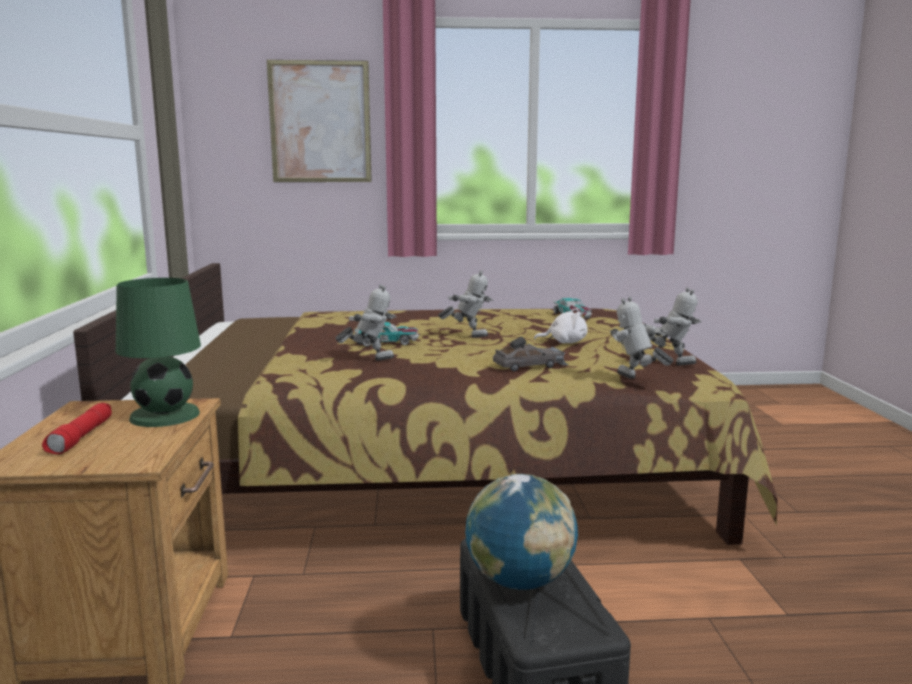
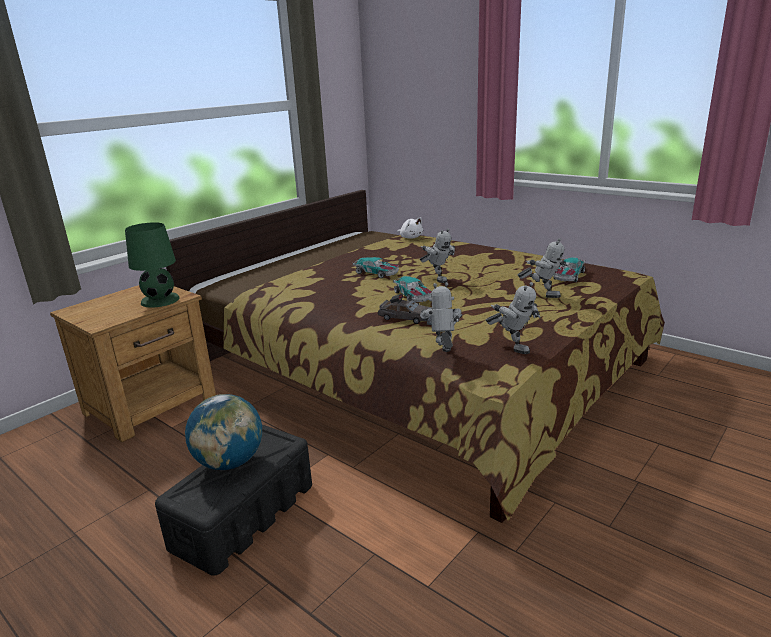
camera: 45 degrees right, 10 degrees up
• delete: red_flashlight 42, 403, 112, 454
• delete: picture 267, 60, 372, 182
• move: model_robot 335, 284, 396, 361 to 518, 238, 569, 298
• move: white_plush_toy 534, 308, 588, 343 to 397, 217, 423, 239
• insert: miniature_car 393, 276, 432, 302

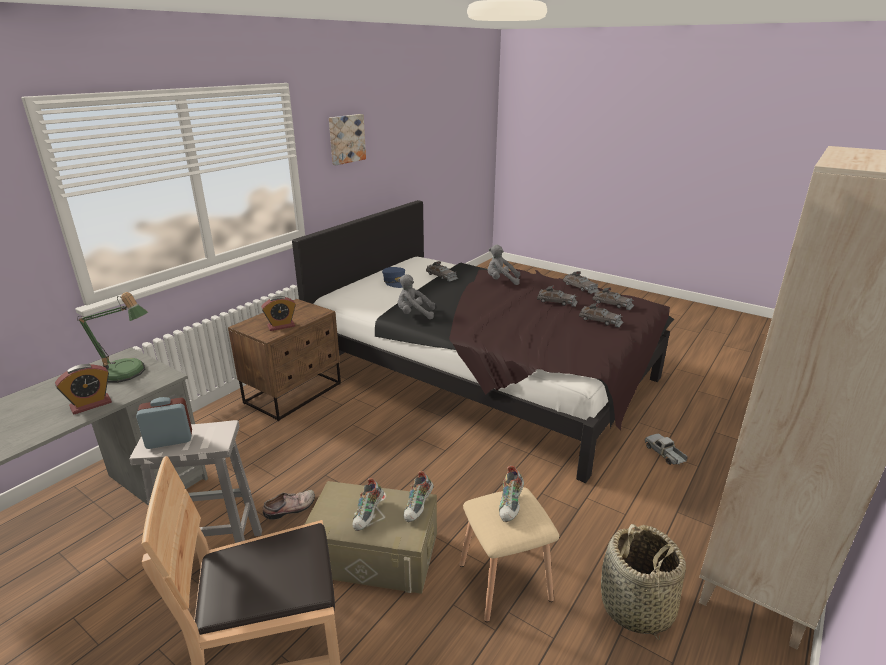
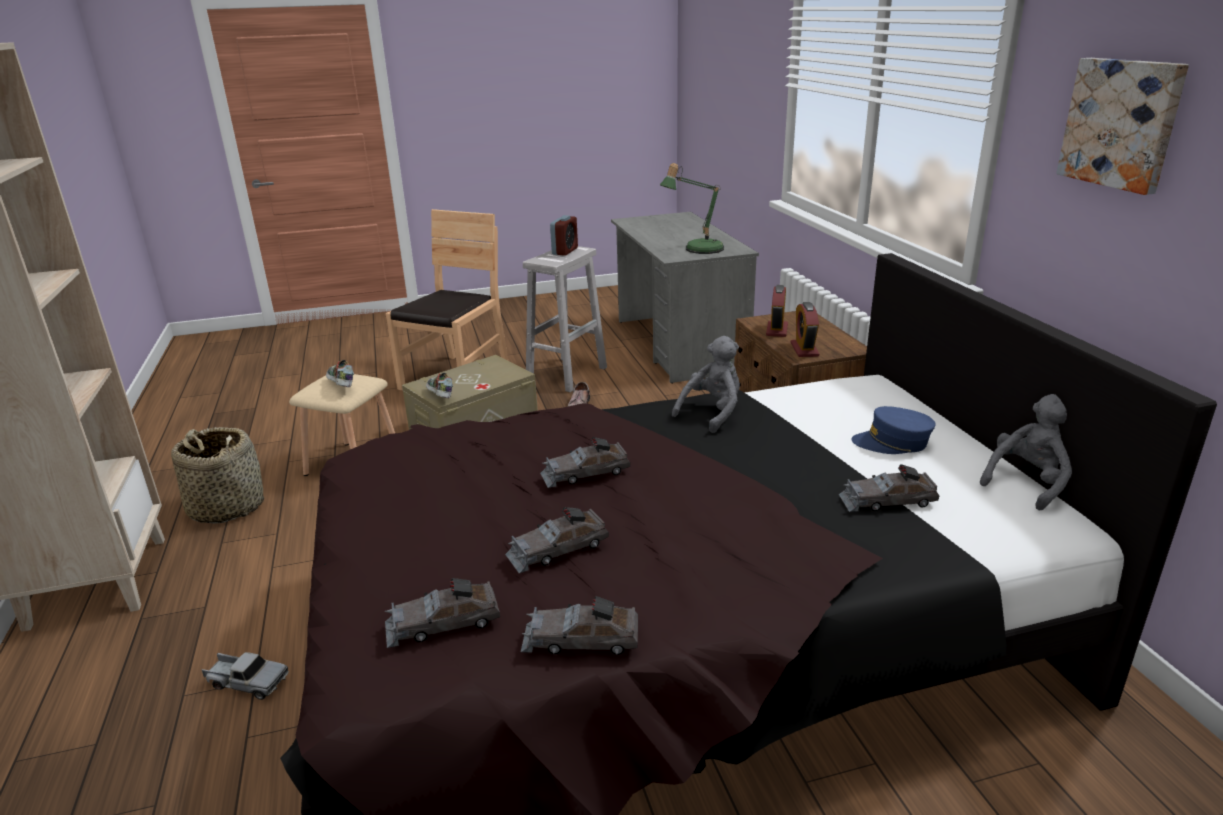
camera: 130 degrees right, 0 degrees up
• move: table_clock 55, 364, 112, 414 to 791, 302, 819, 357
• delete: item_of_footwear 353, 478, 384, 531
• move: gray_plush_toy 488, 245, 520, 285 to 980, 394, 1072, 511
• move: gray_miniature_car 579, 303, 623, 328 to 540, 437, 630, 488

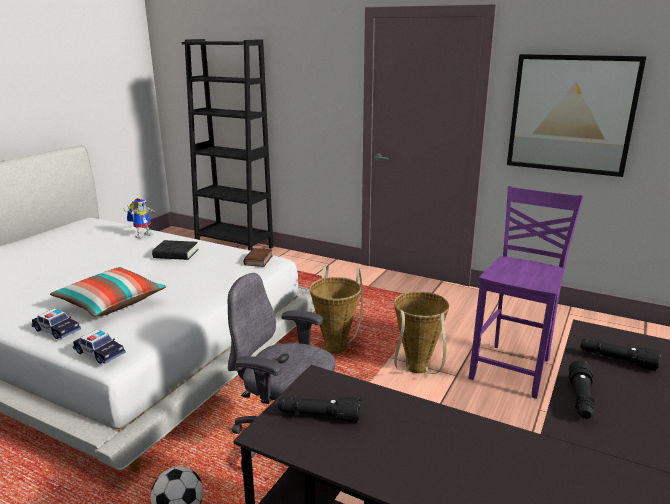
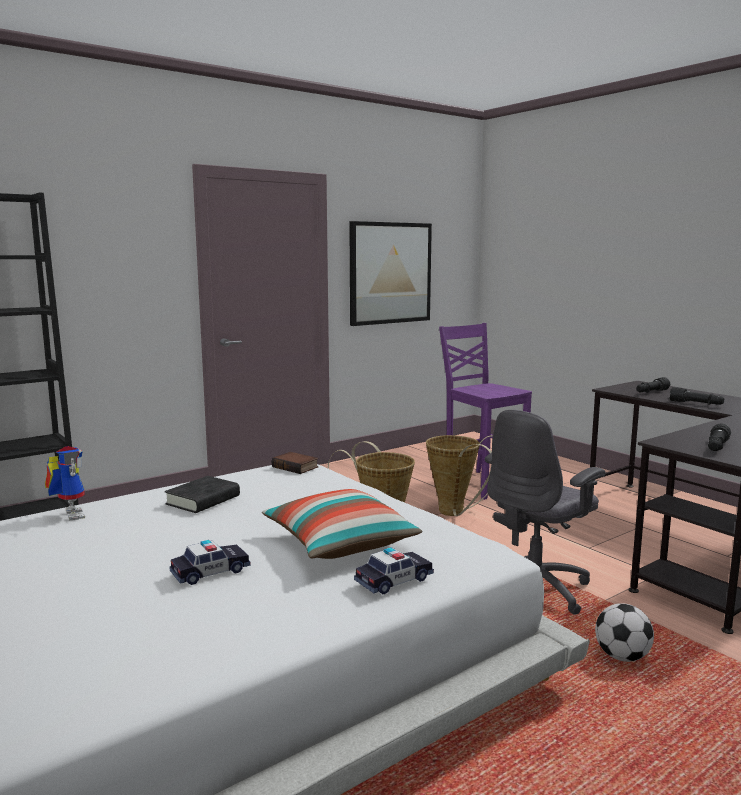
camera: 65 degrees left, 10 degrees down
• move: miniature_car 73, 330, 126, 364 to 169, 540, 251, 585

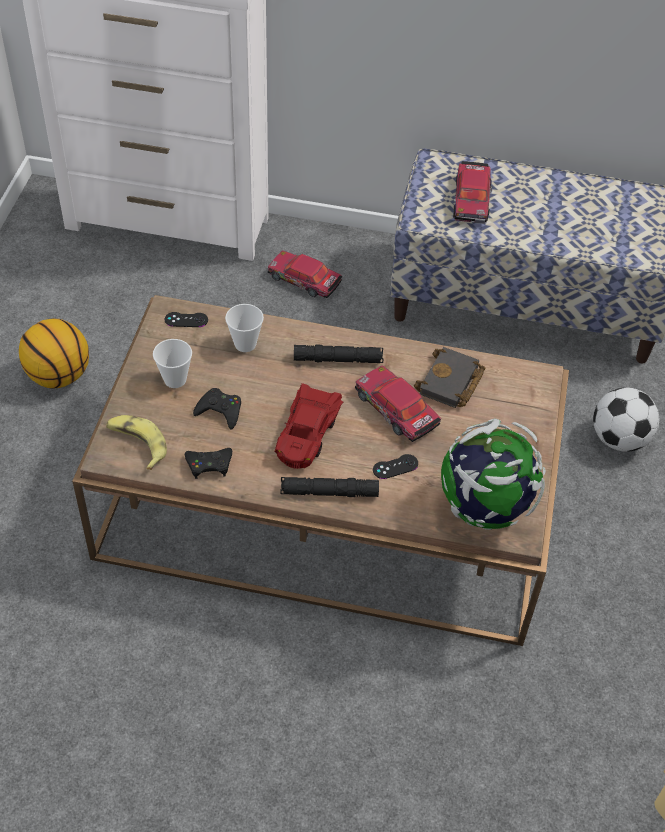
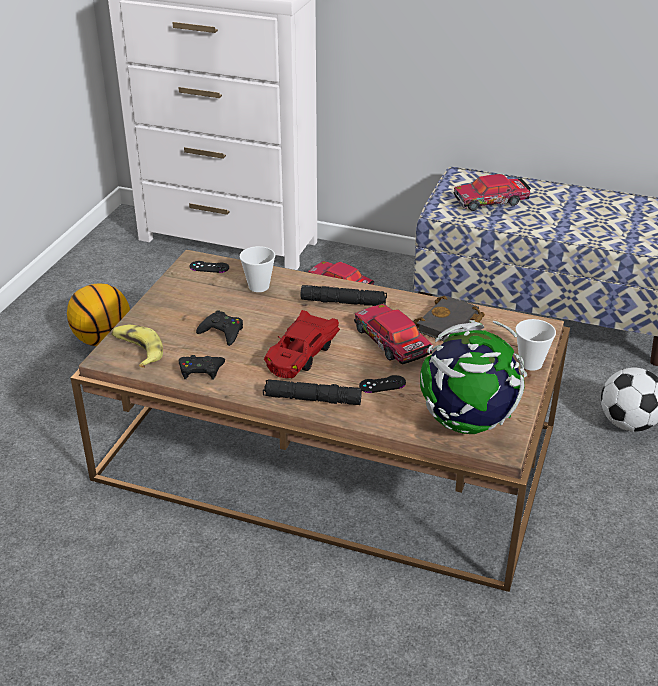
camera: 10 degrees right, 15 degrees down
• move: small_cup 153, 339, 192, 388 to 516, 319, 556, 371
• rotate: miniature_car 453, 161, 492, 224 = 454, 174, 531, 211 60 degrees clockwise

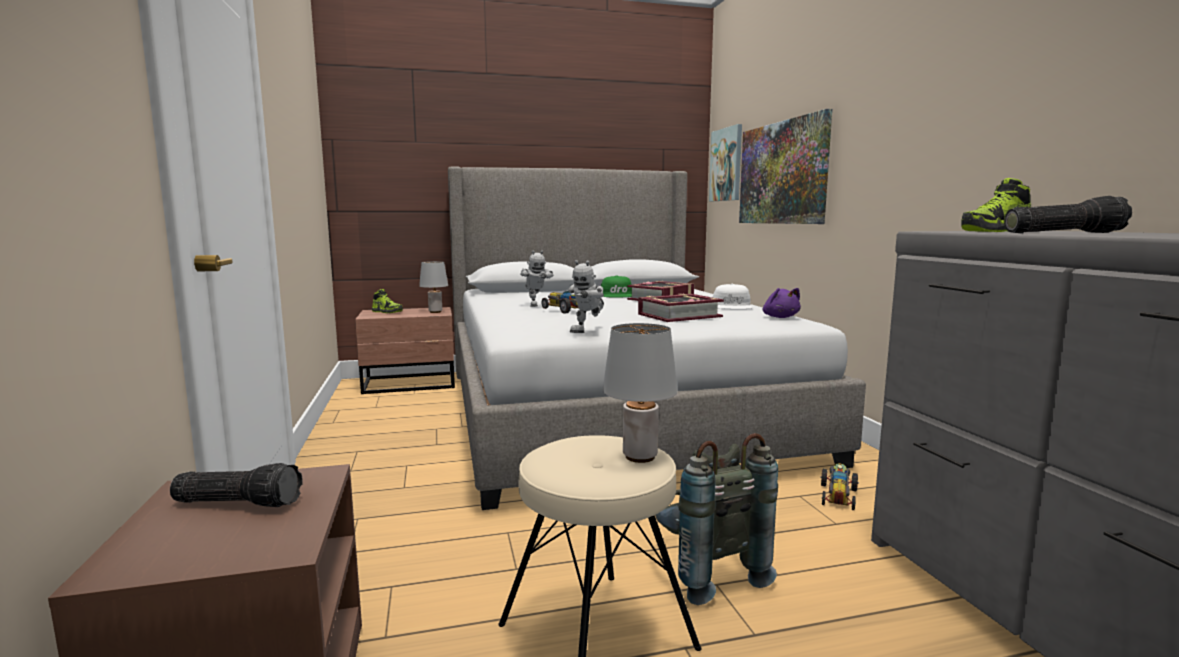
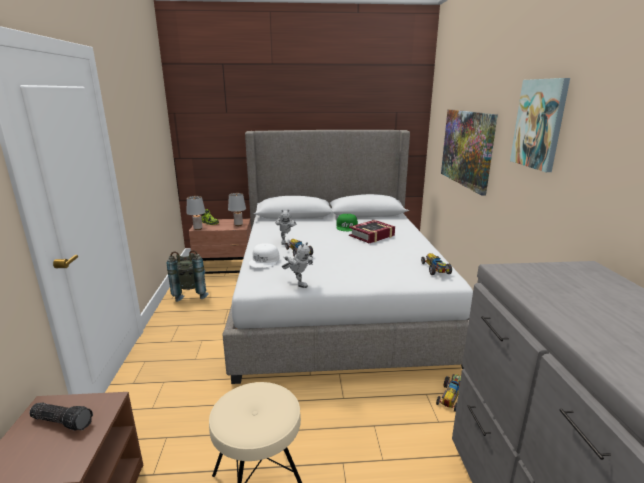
camera: 10 degrees right, 10 degrees up
• rotate: model_robot 568, 260, 604, 333 = 282, 242, 313, 288 90 degrees counterclockwise
• move: gray_lamp_for_a_table 603, 323, 678, 463 to 187, 196, 205, 230
• delete: bound_book 638, 294, 724, 322
• move: gray_backpack 655, 433, 778, 605 to 167, 250, 209, 302
• move: picture 709, 124, 742, 201 to 510, 78, 570, 172
• move: white_baseball_cap 713, 284, 753, 309 to 249, 243, 280, 268
• replace: purplish_plush_toy 763, 288, 801, 318 to miniature_car 421, 253, 452, 275
• delete: item_of_footwear 961, 178, 1031, 232
• delete: flashlight 1004, 196, 1132, 233

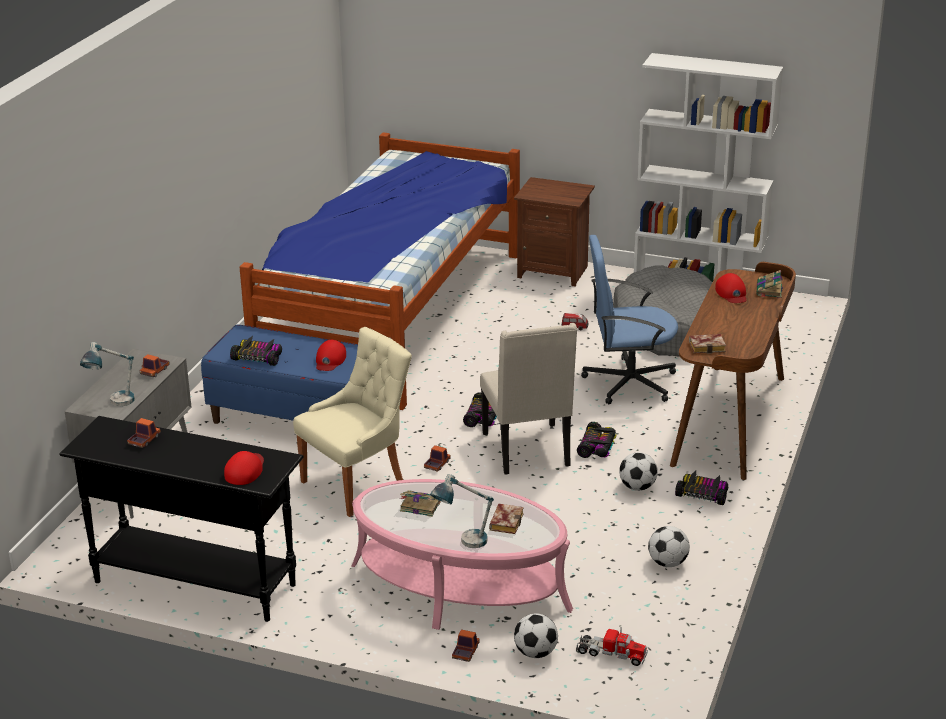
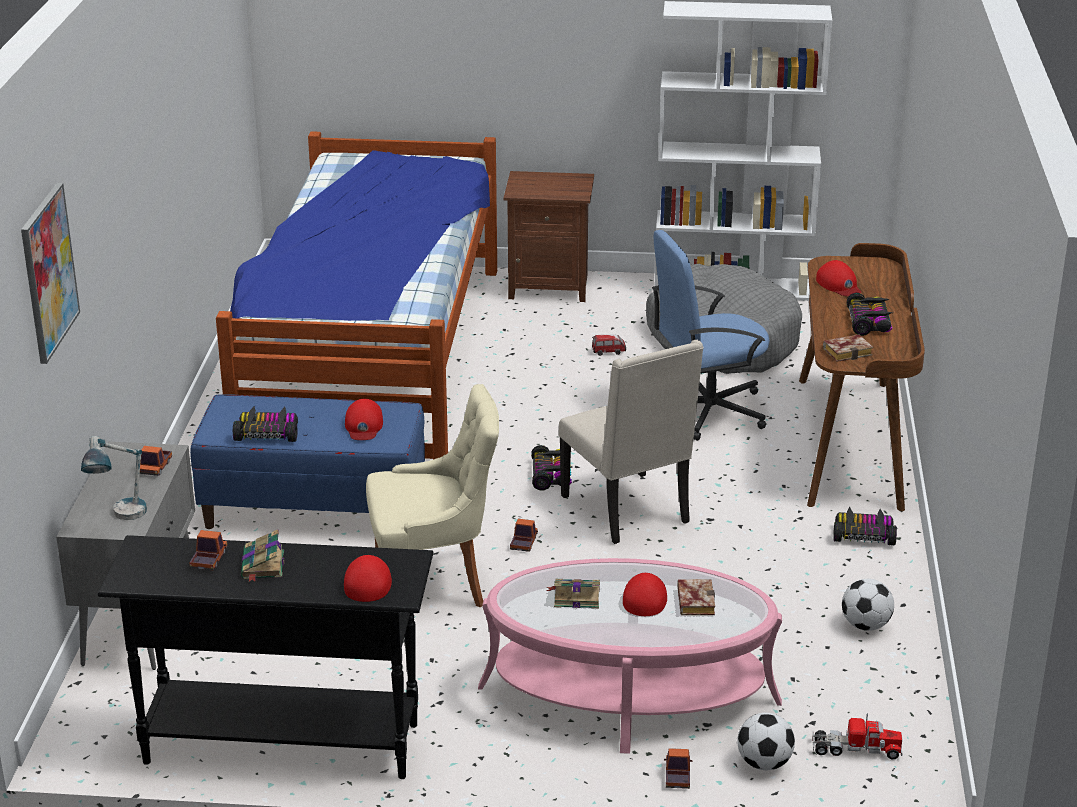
camera: 15 degrees left, 0 degrees up
• rotate: beige_upright_chair 293, 327, 412, 517 = 366, 384, 499, 607 45 degrees clockwise
• delete: lamp_for_a_table 430, 474, 494, 548
• move: miniature_car 577, 422, 617, 458 to 847, 293, 893, 336
• delete: football_ball 619, 452, 658, 491
• move: bound_book 757, 270, 783, 298 to 241, 529, 284, 582
• insert: picture 21, 183, 80, 364
• insert: red_baseball_cap 623, 573, 667, 616

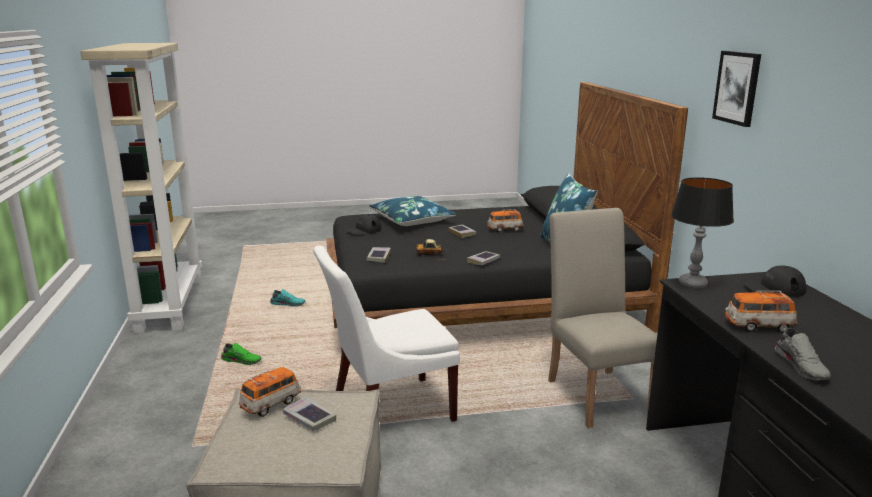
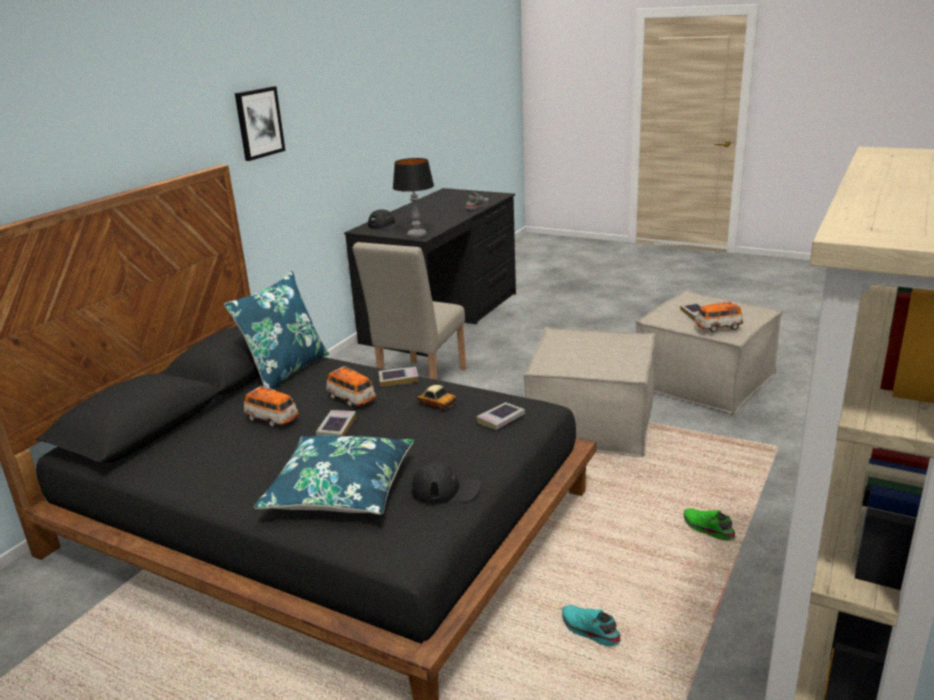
camera: 140 degrees left, 5 degrees up
• replace: white_upright_chair 313, 245, 460, 422 to beige_pouffe 523, 327, 655, 457
• move: miniature_car 725, 291, 797, 333 to 327, 366, 376, 407

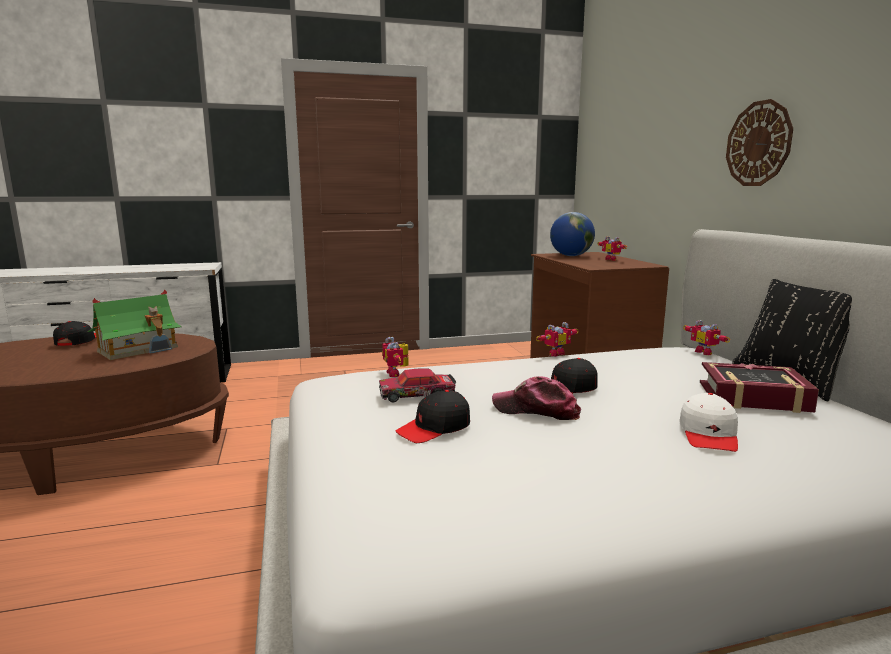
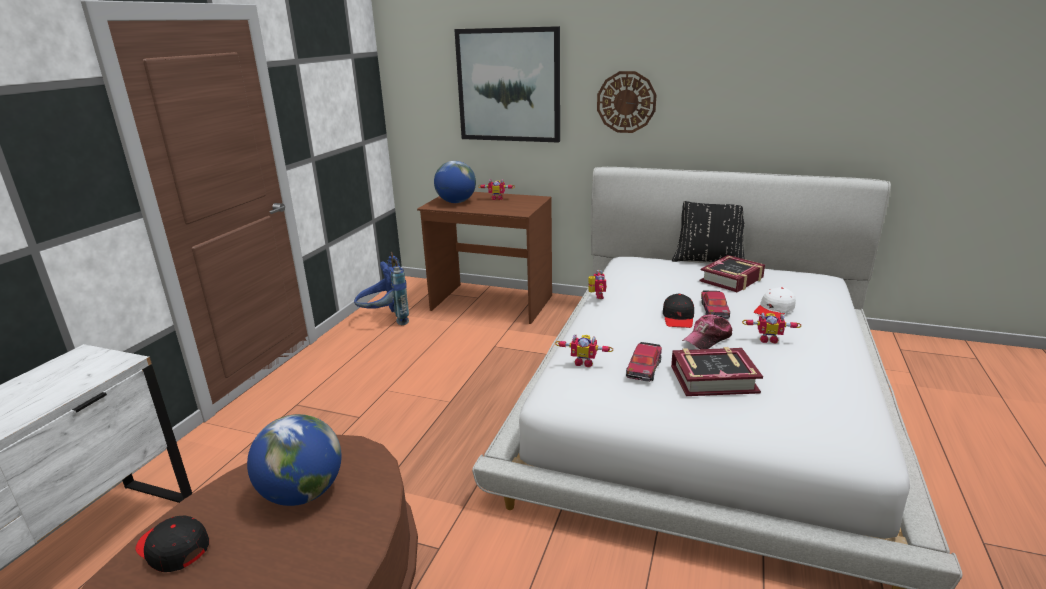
camera: 55 degrees left, 10 degrees up
• replace: model_house 87, 289, 181, 360 to world_globe 247, 414, 342, 506
• replace: black_baseball_cap 396, 390, 470, 443 to bound_book 671, 347, 763, 396
• rotate: white_baseball_cap 679, 393, 738, 452 = 754, 287, 796, 318 90 degrees clockwise
• move: model_robot 683, 320, 731, 355 to 742, 312, 801, 344
• insert: blue-coloured_backpack 354, 252, 409, 325
• insert: picture 454, 26, 560, 143
• insert: miniature_car 701, 291, 730, 319

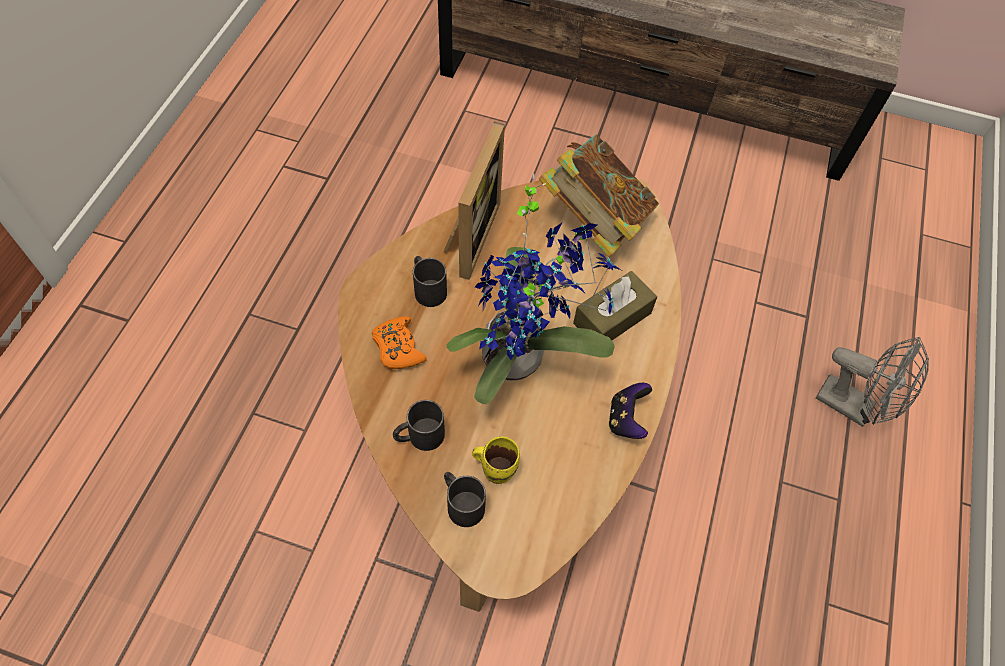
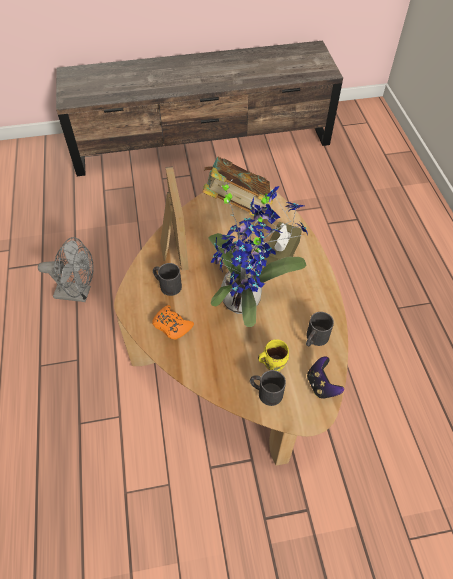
camera: 25 degrees left, 5 degrees down
• move: black_coffee_mug 393, 400, 445, 451 to 306, 312, 334, 346
• move: joypad 608, 383, 652, 439 to 307, 356, 344, 399
• move: gray_electric_fan 816, 337, 929, 427 to 38, 237, 94, 302

